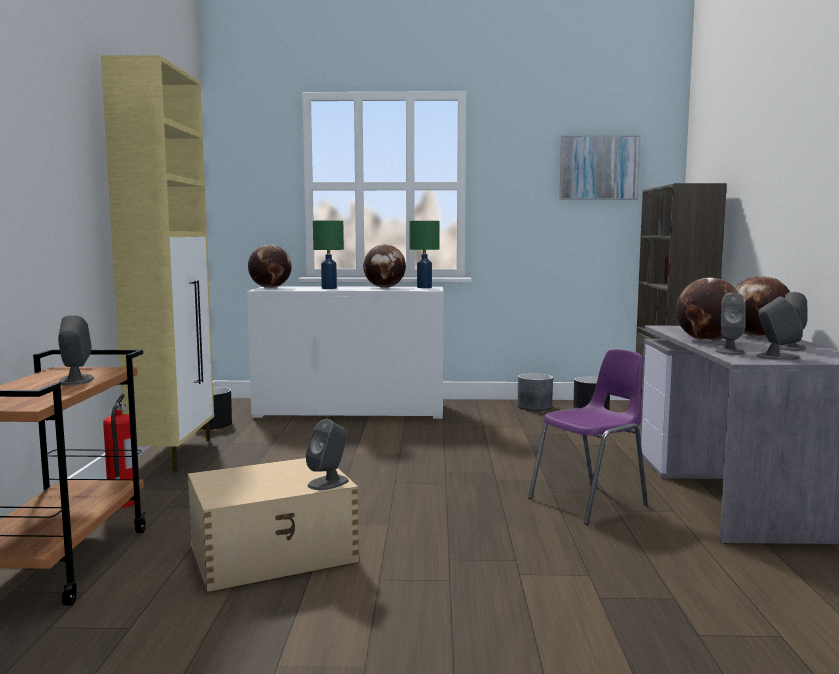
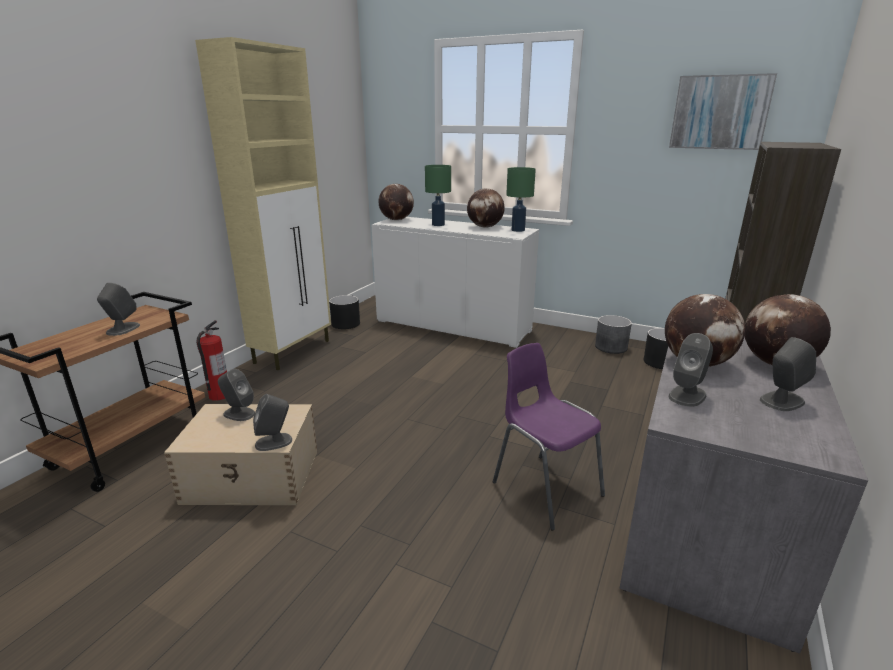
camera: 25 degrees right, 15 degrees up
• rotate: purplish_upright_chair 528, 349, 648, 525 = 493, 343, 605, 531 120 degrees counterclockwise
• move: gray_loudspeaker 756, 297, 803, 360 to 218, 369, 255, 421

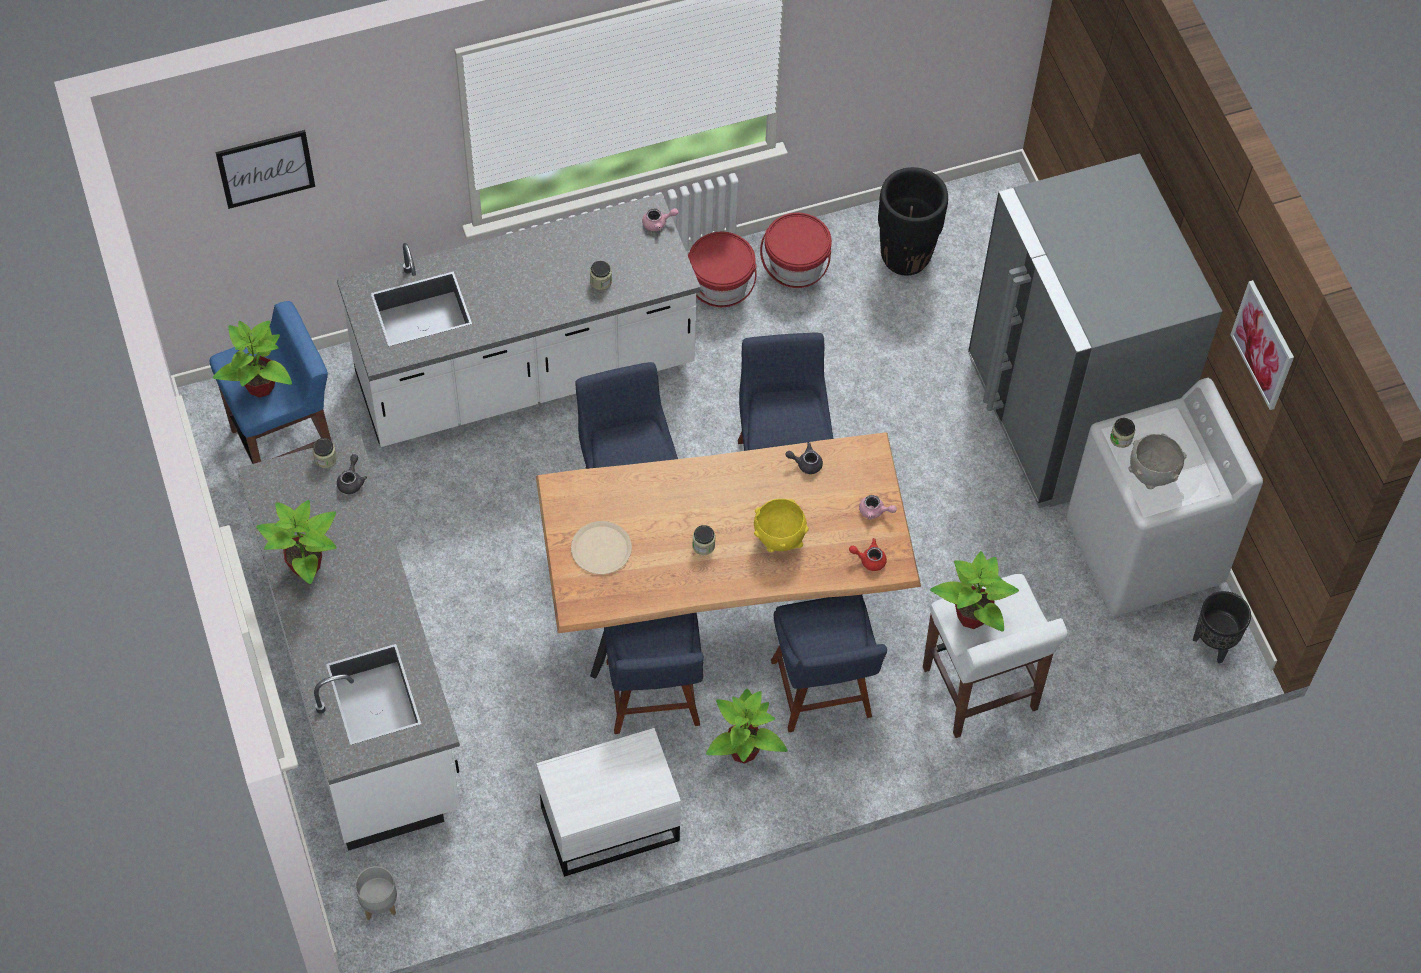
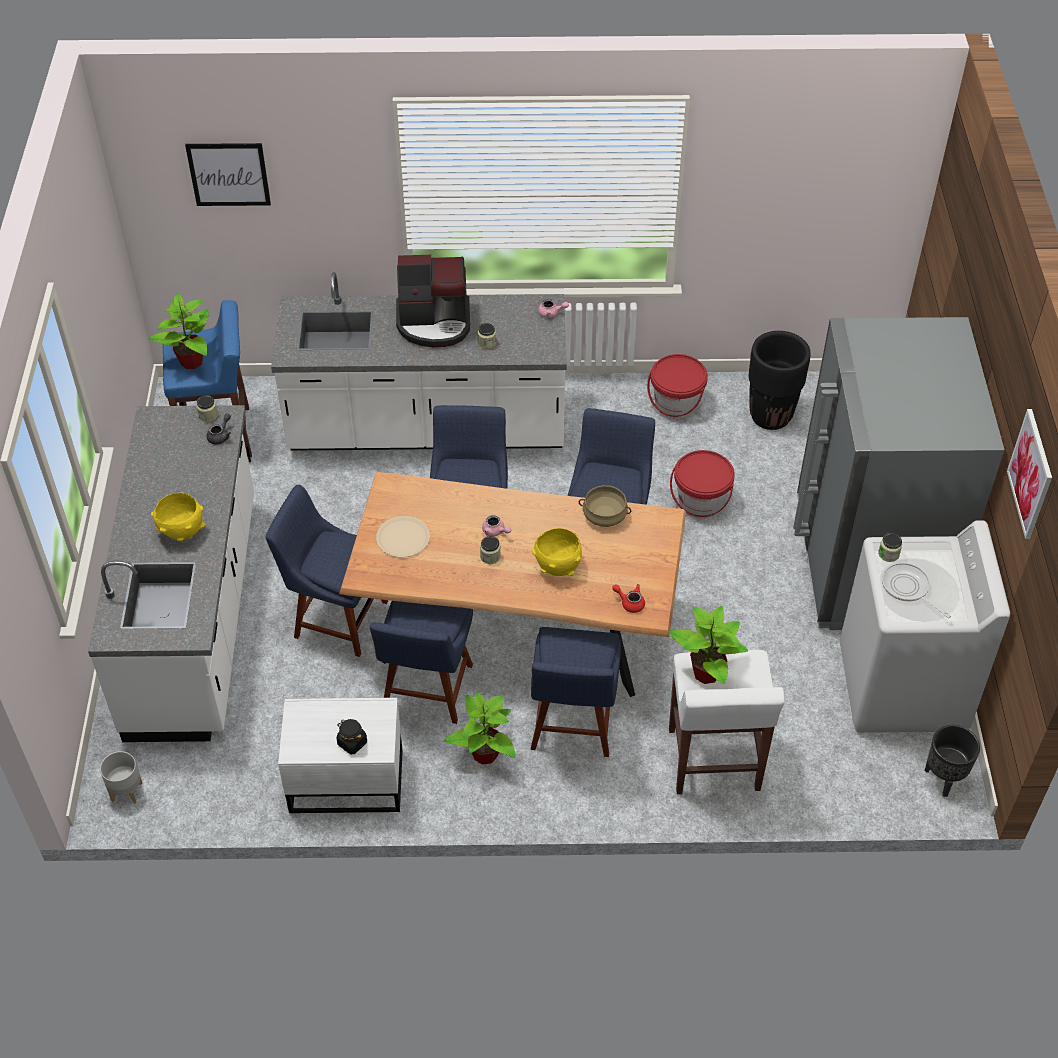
camera: 20 degrees right, 10 degrees down
• delete: potted_plant 256, 500, 337, 584
• move: red_water_bucket 688, 232, 757, 308 to 670, 450, 735, 518
• replace: gray_tea_pot 785, 442, 823, 474 to beige_stockpot 579, 485, 631, 527
• move: pinkish_tea_pot 859, 495, 897, 520 to 482, 515, 511, 536
• replace: gray_deep_dish 1129, 433, 1187, 489 to skillet 882, 562, 951, 618
• insert: yellow-coloured_deep_dish 151, 493, 205, 541
• insert: blue-coloured_upright_chair 266, 485, 388, 657
• insert: black_preserve_jar 337, 719, 367, 754
• insert: coffee_brewer 396, 255, 470, 347

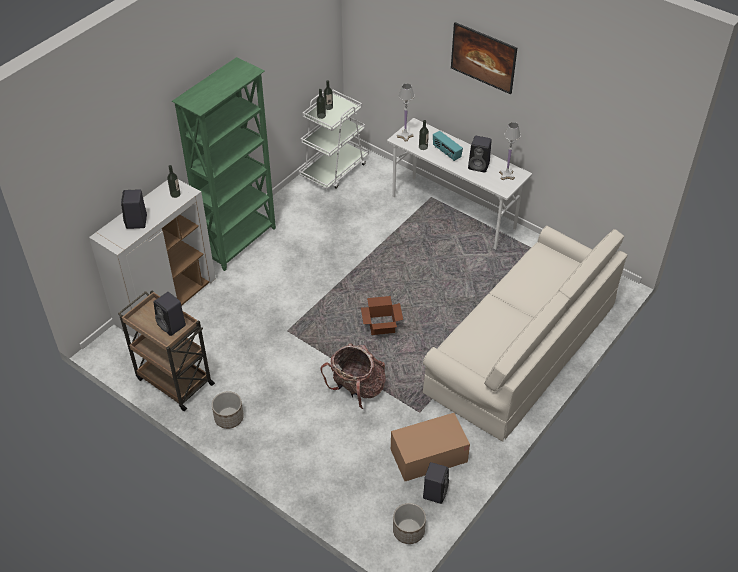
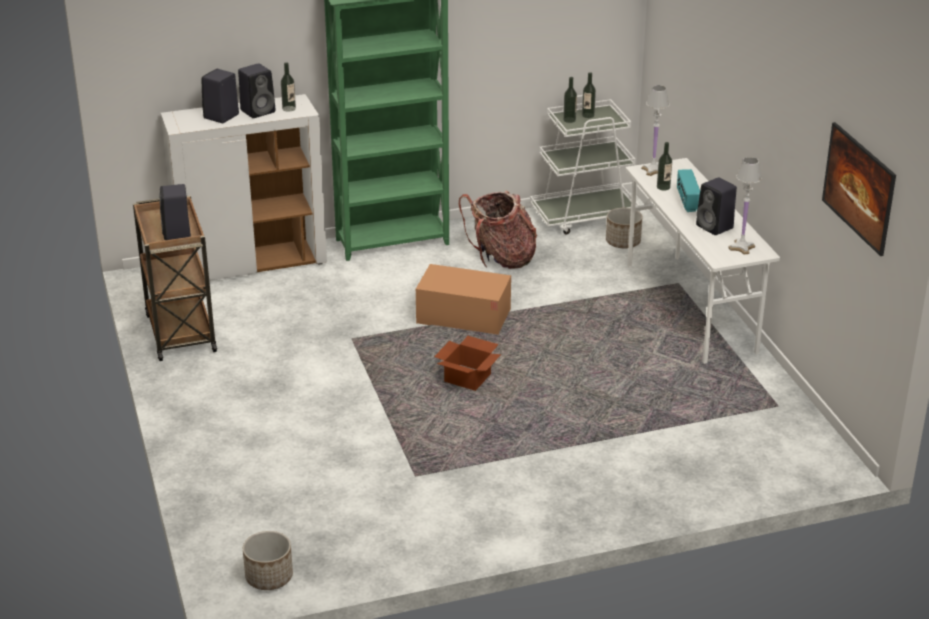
camera: 35 degrees right, 15 degrees down
• move: plant_pot 212, 391, 244, 429 to 606, 208, 642, 248
• move: backpack 321, 343, 386, 409 to 459, 191, 537, 269
• move: carton 391, 413, 470, 481 to 416, 264, 511, 335
• delete: beige_couch 423, 226, 627, 442
• move: black_loudspeaker 423, 462, 449, 504 to 238, 63, 275, 118
• move: picture 451, 22, 517, 94 to 822, 122, 896, 256

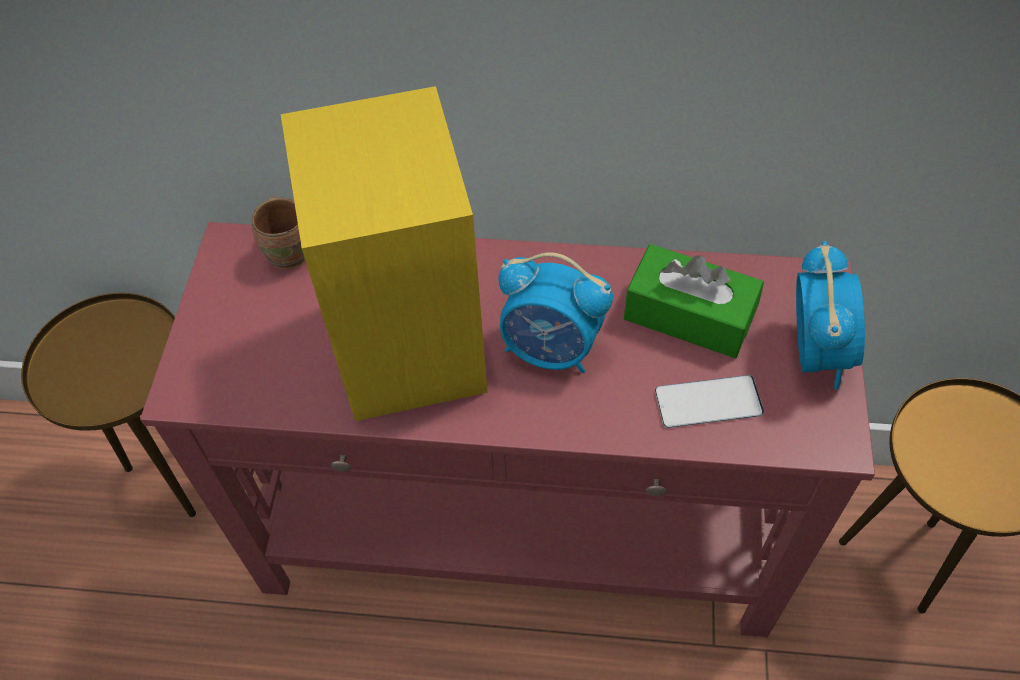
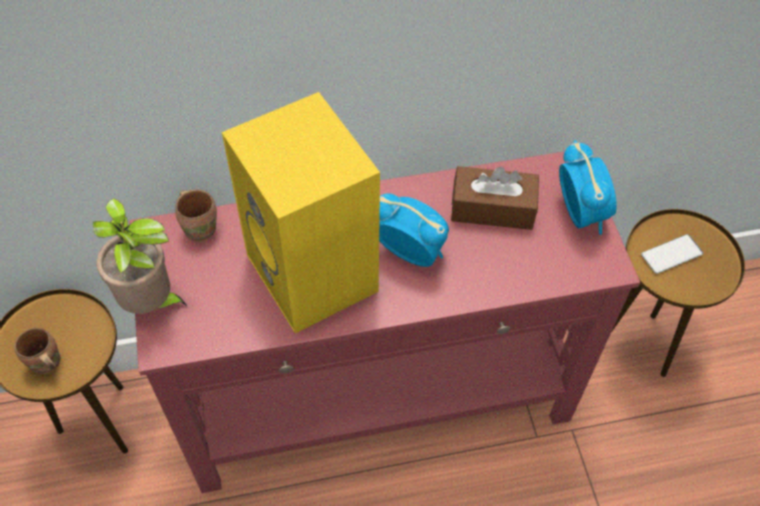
camera: 20 degrees left, 0 degrees up
• rotate: table_clock 498, 252, 613, 373 = 379, 193, 449, 267 150 degrees counterclockwise
• recolor: green-coloured_tissue_holder 624, 244, 764, 358 to brown-coloured_tissue_holder 451, 166, 539, 230
• move: telephone 655, 375, 764, 428 to 641, 234, 703, 274
• insert: brown-coloured_coffee_mug 14, 328, 60, 374
• insert: potted_plant 93, 198, 188, 314

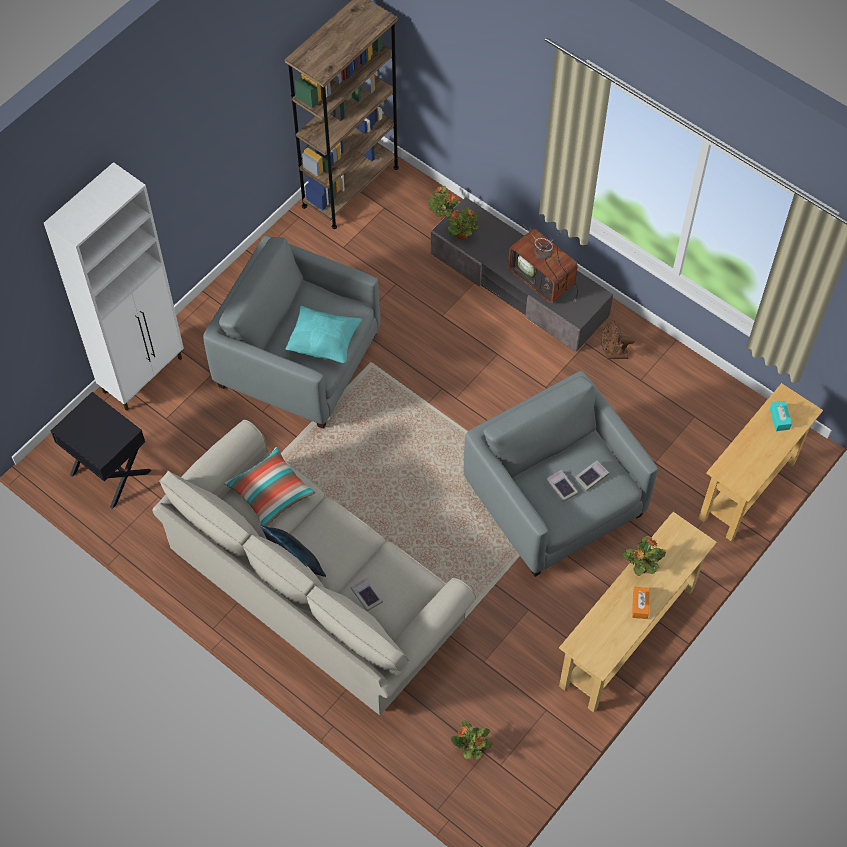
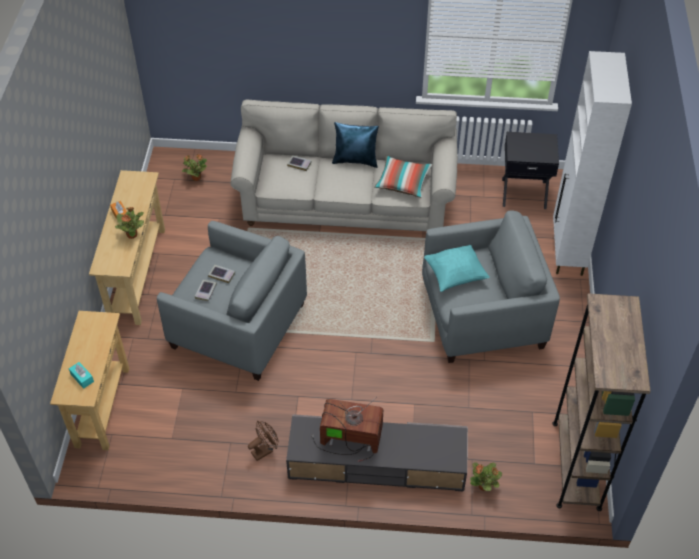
camera: 145 degrees right, 10 degrees down
• delete: potted_plant 446, 207, 479, 239

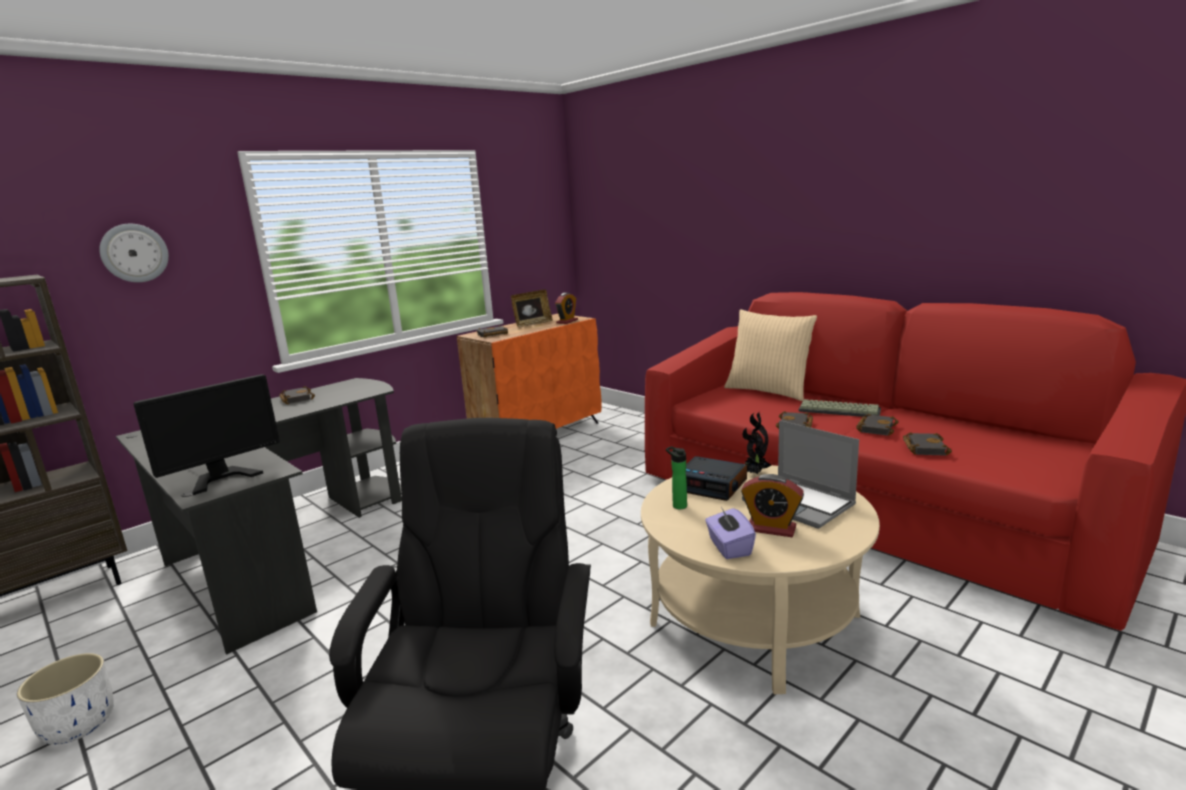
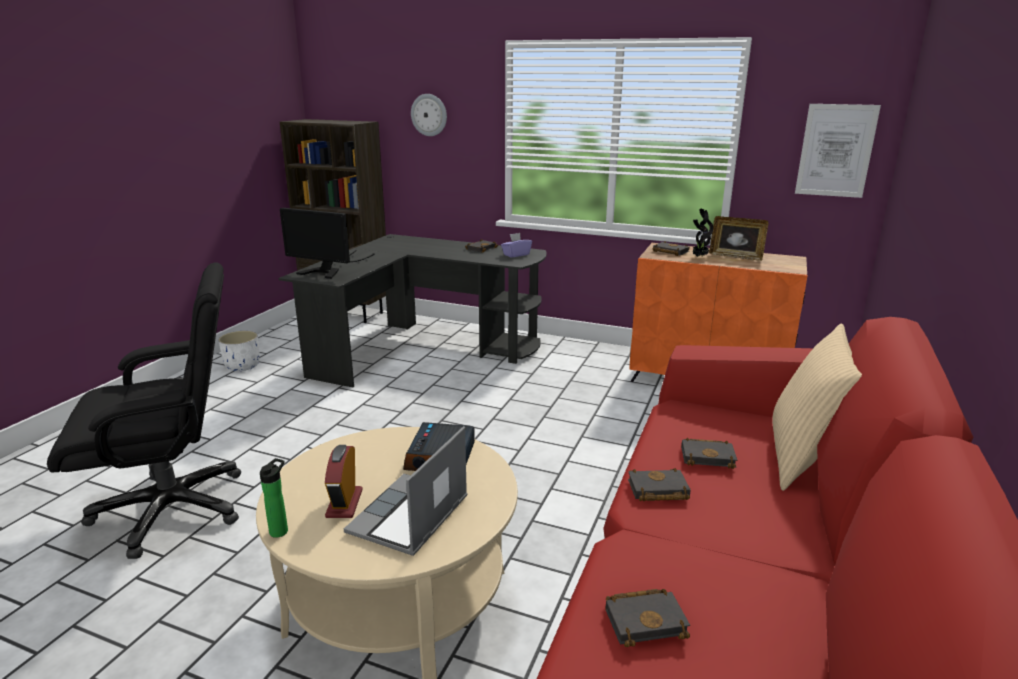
camera: 65 degrees right, 5 degrees up
• delete: table_clock 555, 293, 578, 324
• move: beverage_bottle 666, 446, 687, 509 to 260, 458, 288, 538
• move: purplish_tissue_holder 705, 507, 756, 559 to 501, 233, 532, 258
• move: potted_plant 743, 411, 771, 474 to 693, 208, 714, 257
• delete: computer_keyboard 798, 399, 881, 417
• move: black_bound_book 856, 414, 899, 436 to 681, 438, 737, 469
• insert: picture 795, 104, 881, 198

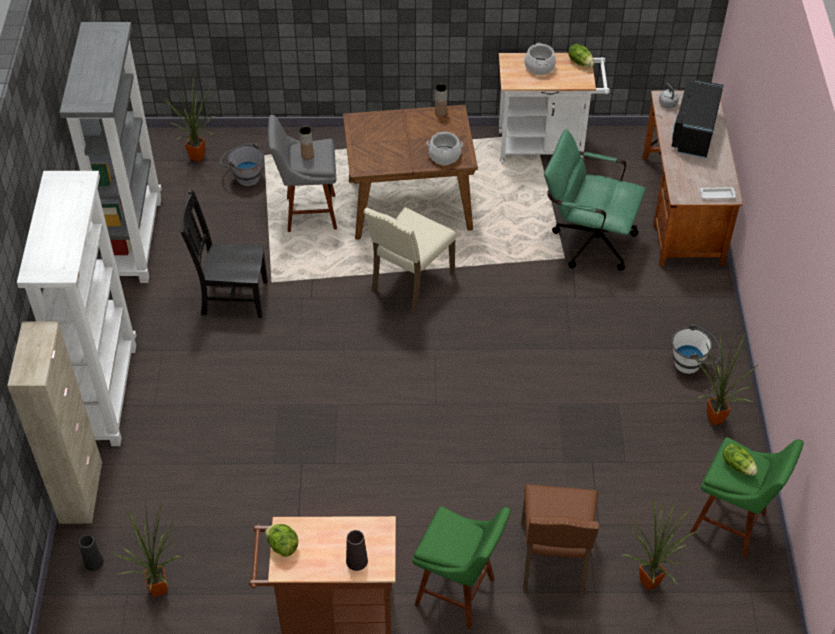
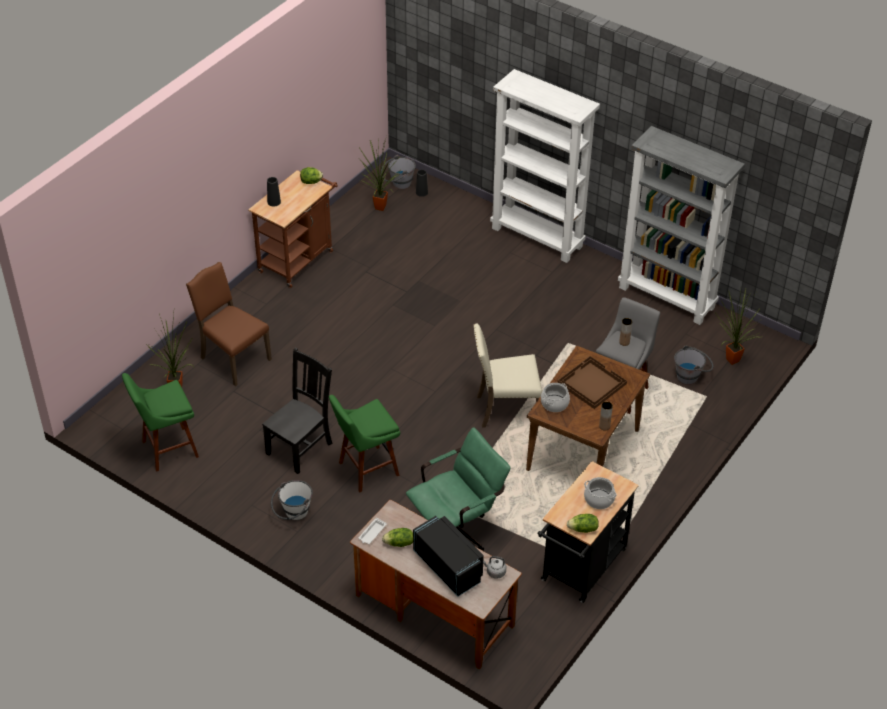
camera: 125 degrees right, 5 degrees down
• delete: beige_storage_cabinet 7, 321, 102, 524
• move: black_upright_chair 180, 189, 268, 318 to 262, 348, 333, 474
• rotate: beige_upright_chair 363, 207, 456, 313 = 473, 323, 542, 428 75 degrees counterclockwise
• move: green-coloured_stool 412, 506, 510, 629 to 329, 395, 400, 492
• recolor: white_cart 499, 53, 610, 164 to black_cart 538, 461, 639, 603
• delete: potted_plant 695, 333, 758, 425
• move: head_of_lettuce 723, 444, 758, 476 to 382, 528, 413, 547
• insert: gray_water_bucket 381, 155, 416, 189
• insert: brown-coloured_serving_tray 557, 356, 627, 409

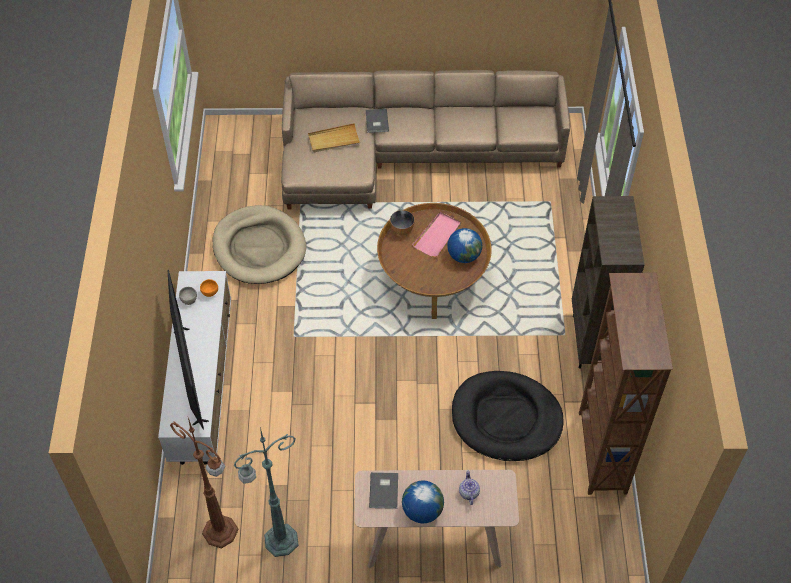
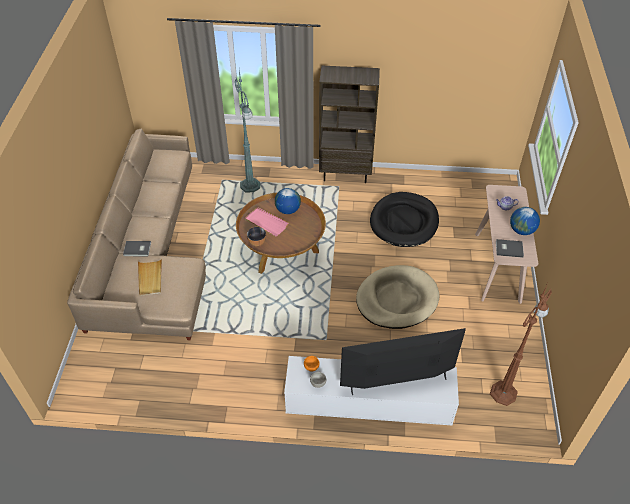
camera: 85 degrees left, 5 degrees down
• move: beige_dog_bed 213, 205, 306, 284 to 356, 265, 439, 329
• move: green-coloured_standard_lamp 234, 427, 299, 557 to 235, 69, 260, 193
• delete: brown-coloured_shelving_unit 579, 273, 673, 495

